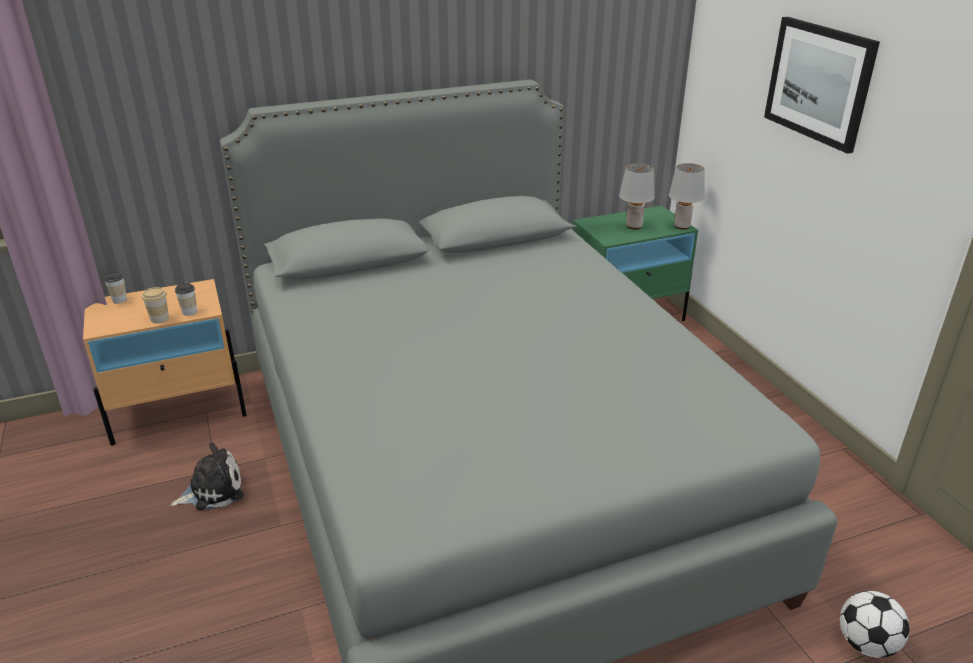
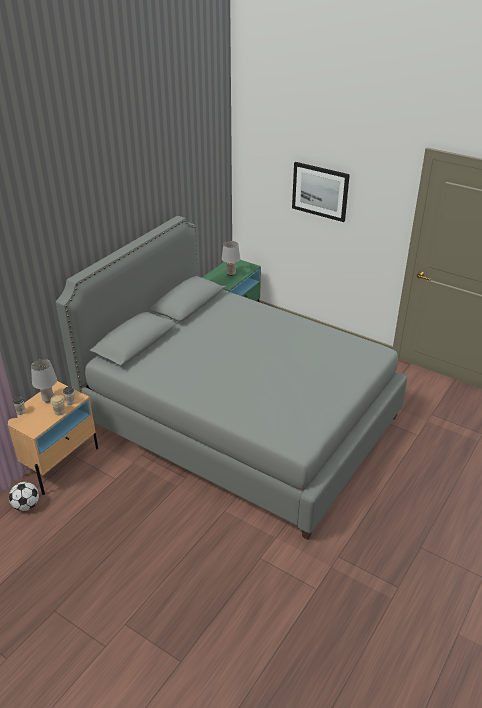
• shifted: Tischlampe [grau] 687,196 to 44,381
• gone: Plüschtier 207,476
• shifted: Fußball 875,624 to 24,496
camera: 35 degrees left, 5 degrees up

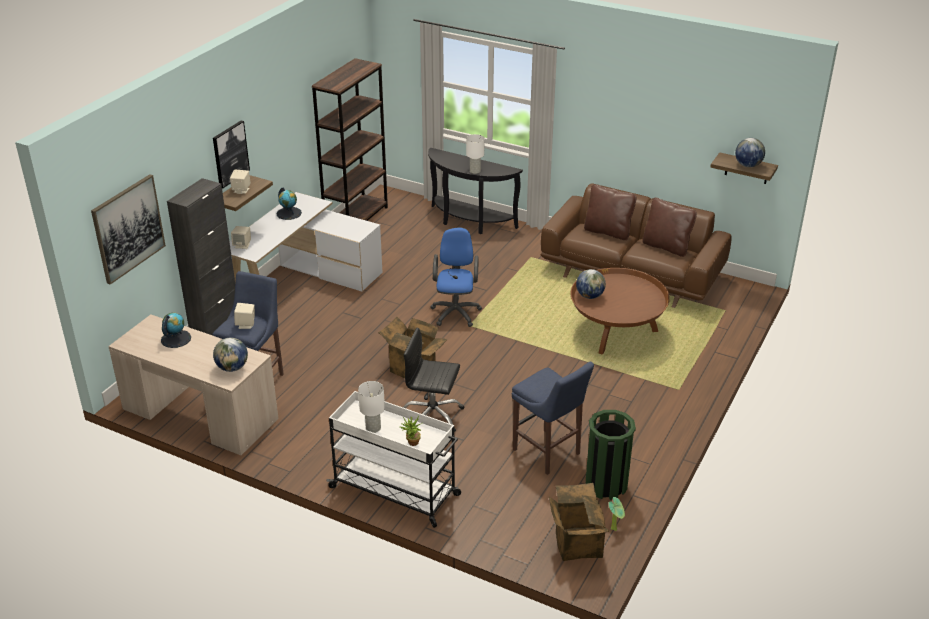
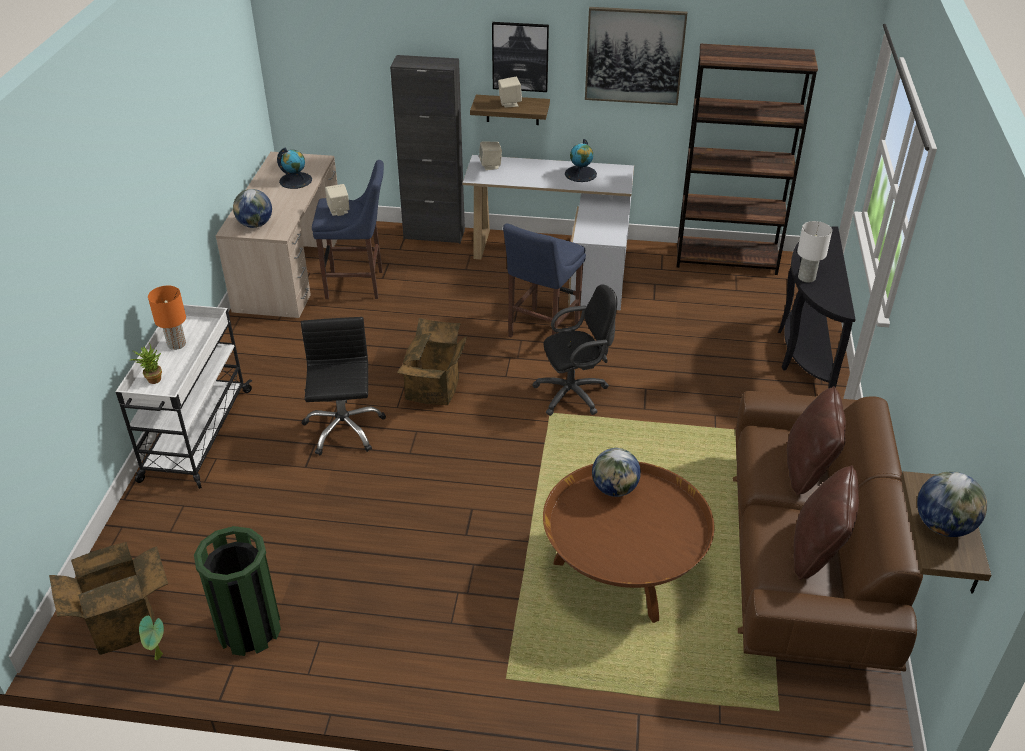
• shifted: Bild 128,229 to 636,56
• repainted: Bürostuhl [blau] 456,277 to Bürostuhl [schwarz] 574,350
• shifted: Hocker [blau] 553,418 to 544,280
• repainted: Tischlampe [weiß] 371,407 to Tischlampe [orange] 167,318
camera: 70 degrees right, 5 degrees up

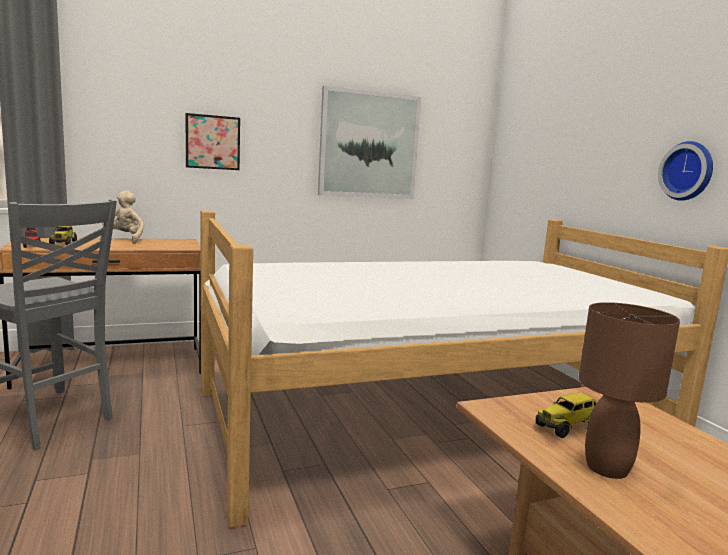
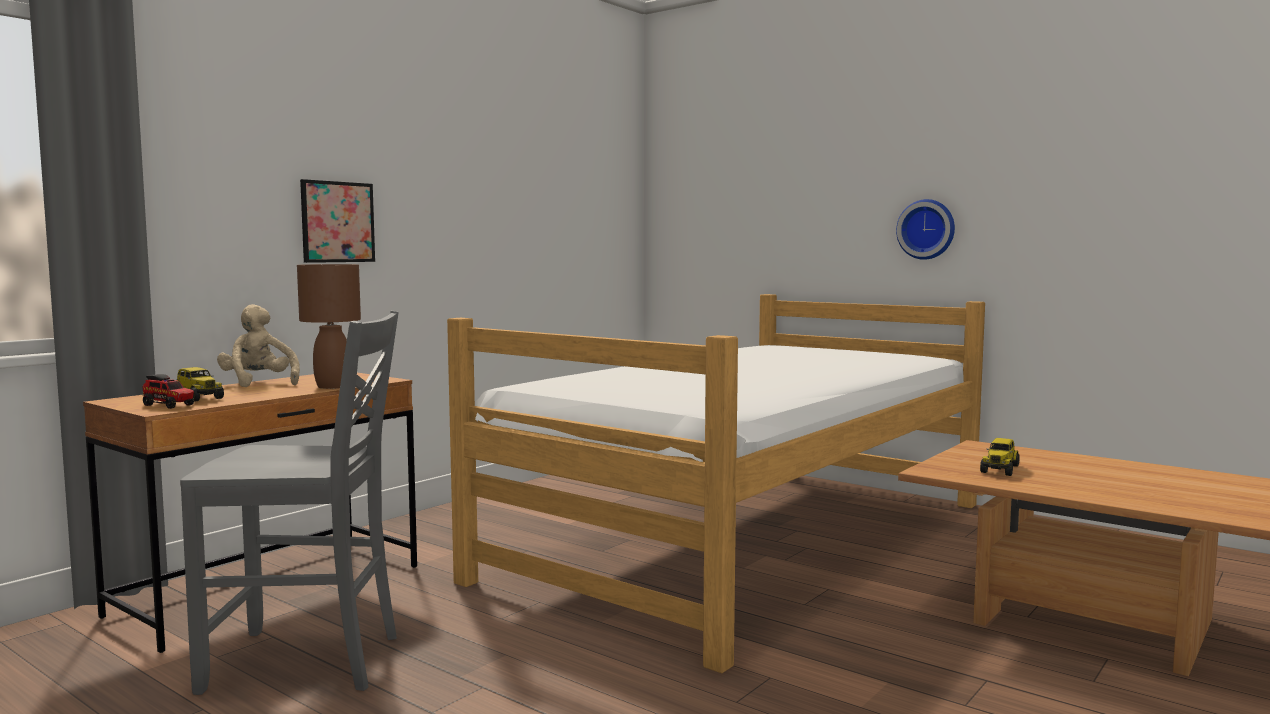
• gone: Bild 369,142
• shifted: Tischlampe [braun] 629,390 to 329,326
camera: 30 degrees left, 5 degrees down

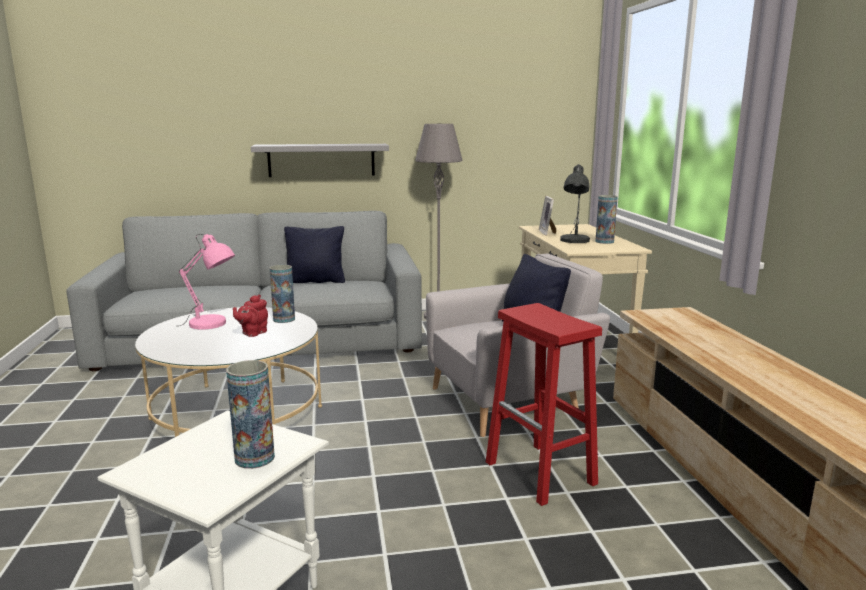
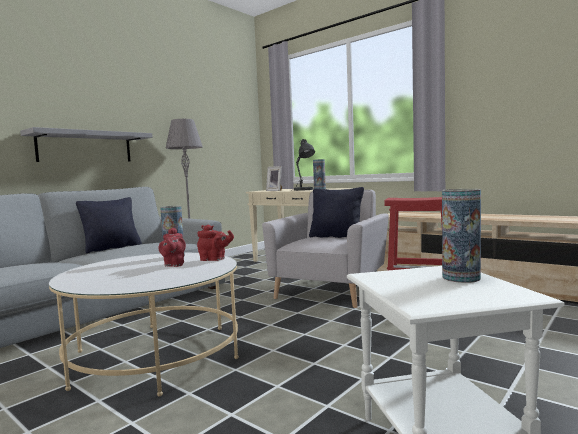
• gone: Tischlampe [rosa] 207,282
• new: Teekanne [rot] 215,243
camera: 40 degrees left, 10 degrees down

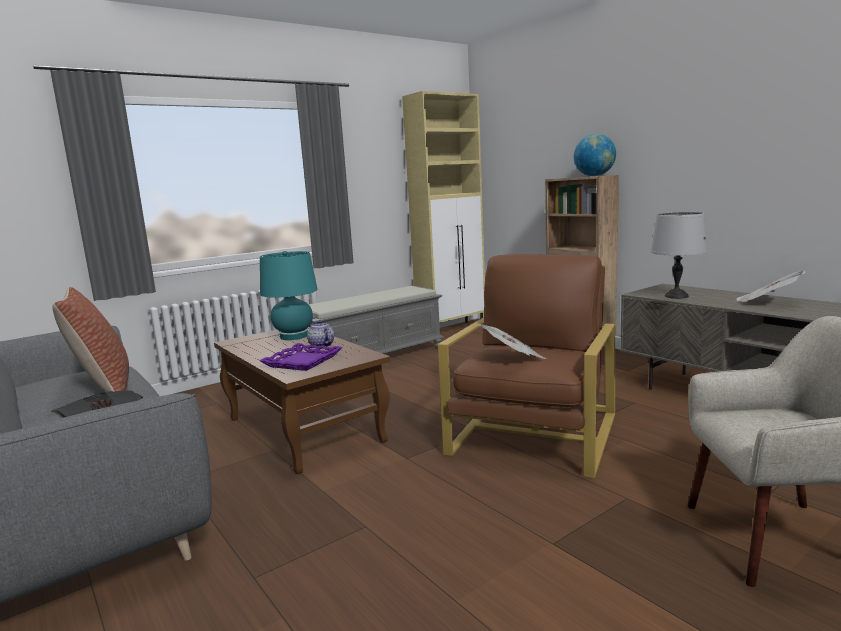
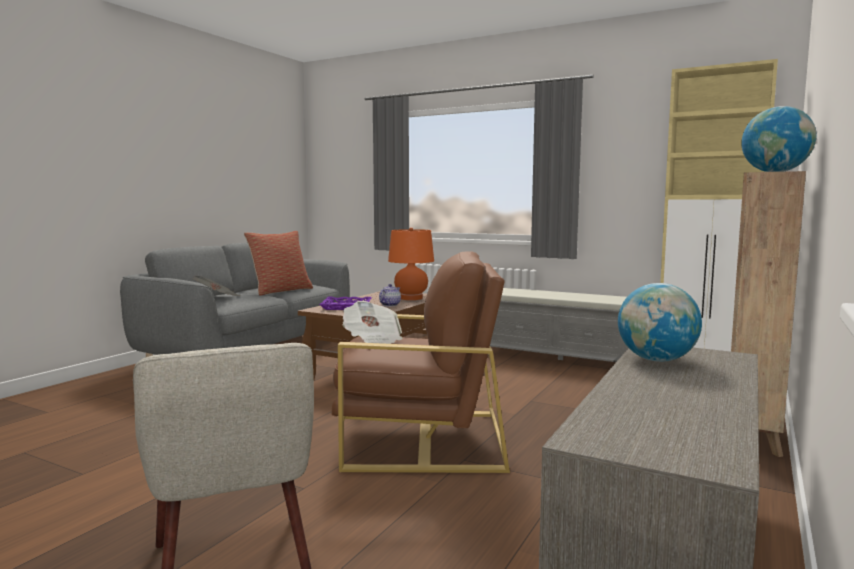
• swapped: Tischlampe [grau] 679,255 to Globus 660,322
• repainted: Tischlampe [türkis] 289,295 to Tischlampe [orange] 411,263
• gone: Zeitung 771,286
camera: 65 degrees right, 5 degrees down

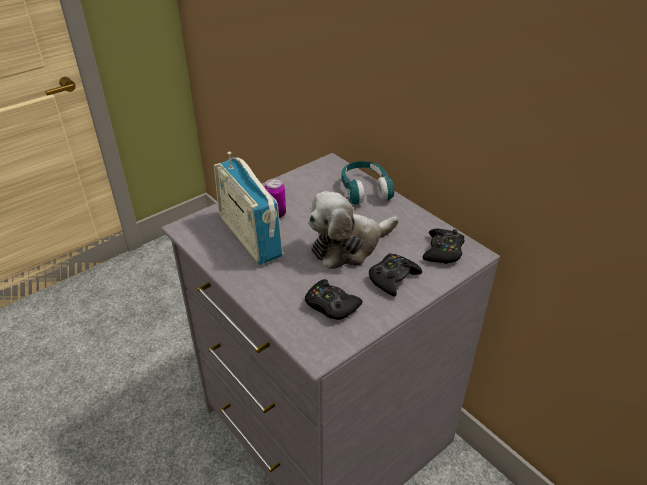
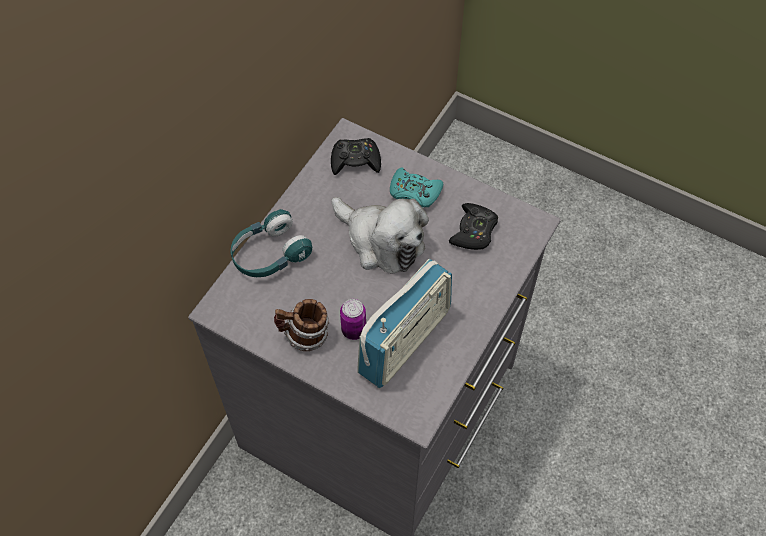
• repainted: Gamepad [schwarz] 395,275 to Gamepad [türkis] 416,187
• new: Henkelbecher 302,325
camera: 110 degrees left, 20 degrees up

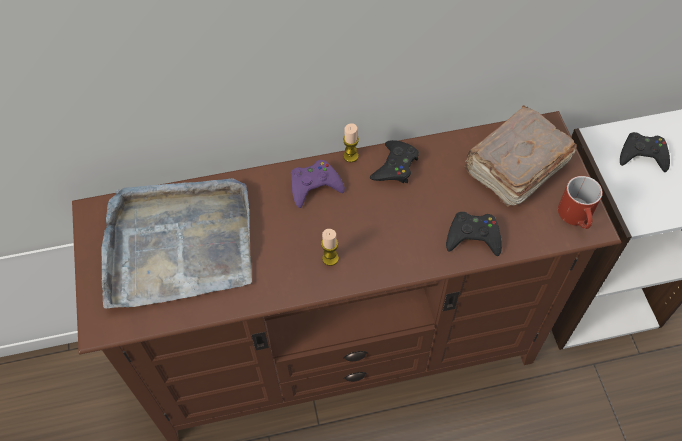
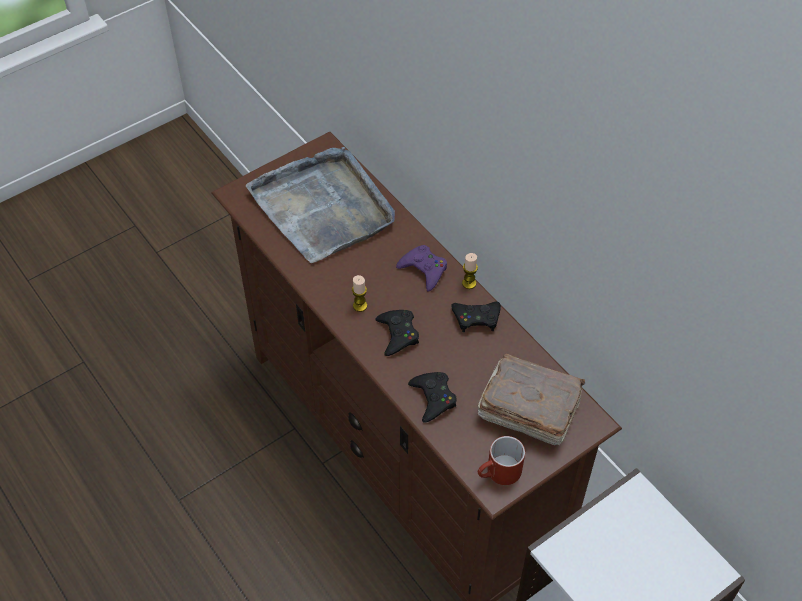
• shifted: Gamepad [schwarz] 645,152 to 397,333
camera: 65 degrees right, 5 degrees down

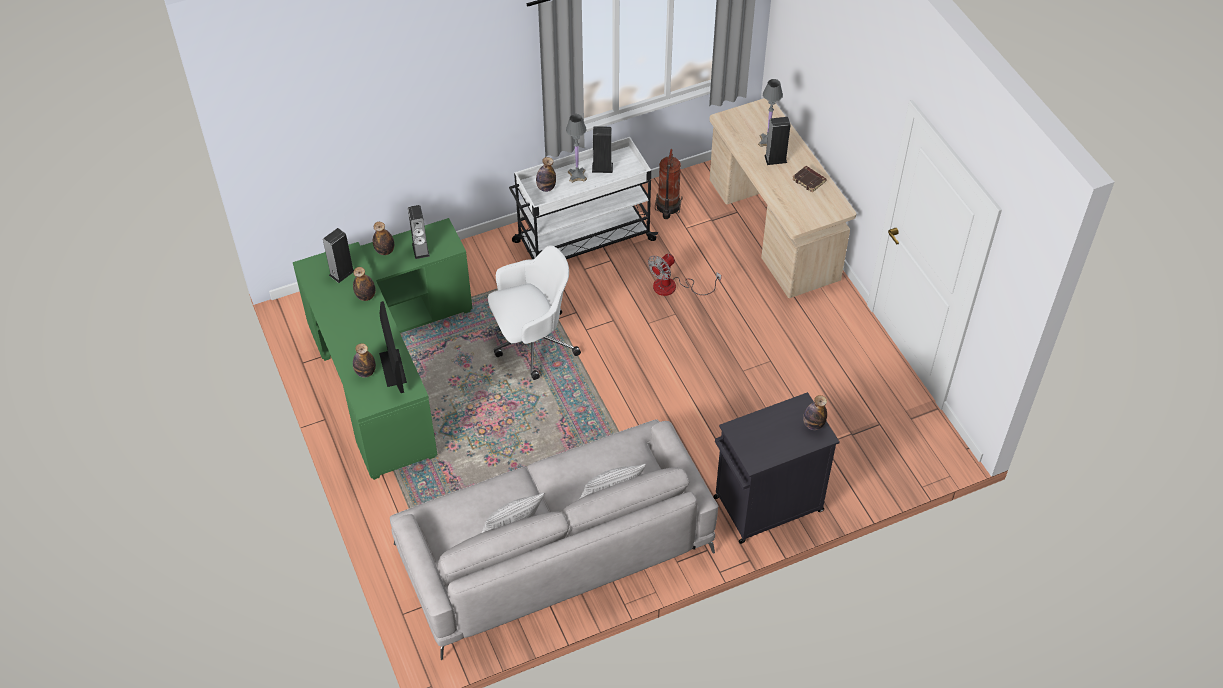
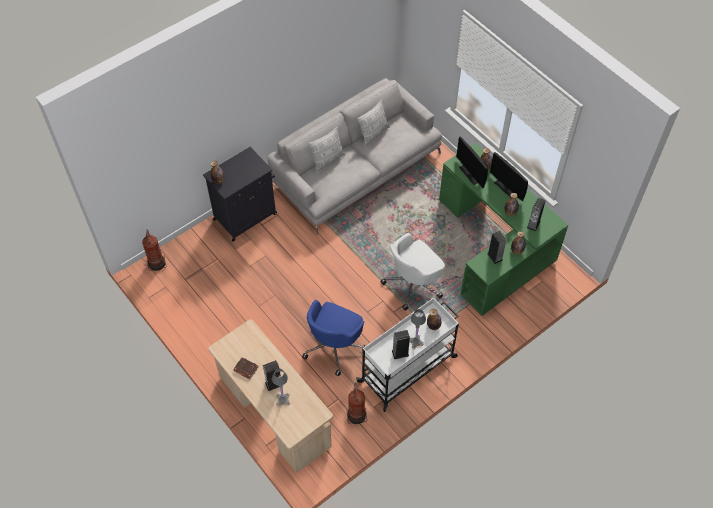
• swapped: Ventilator 684,275 to Bürostuhl [blau] 334,338
• new: Monitor 509,176
• new: Feuerlöscher 154,250
camera: 165 degrees right, 5 degrees up

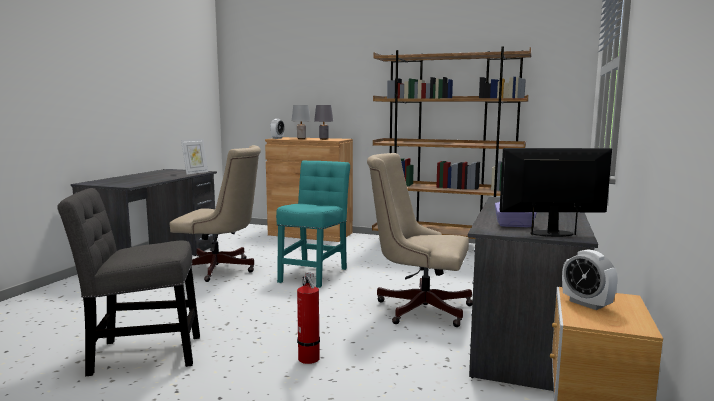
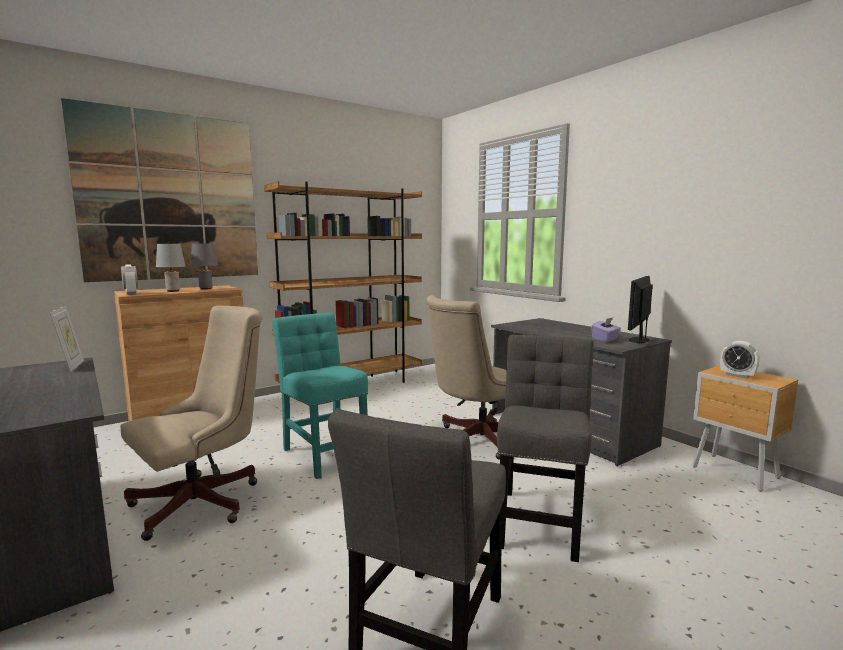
• rotated: Wecker 590,279 = 740,360 45 degrees clockwise
• swapped: Feuerlöscher 308,318 to Stuhl [grau] 545,448
• new: Bild 159,190
camera: 55 degrees left, 0 degrees up

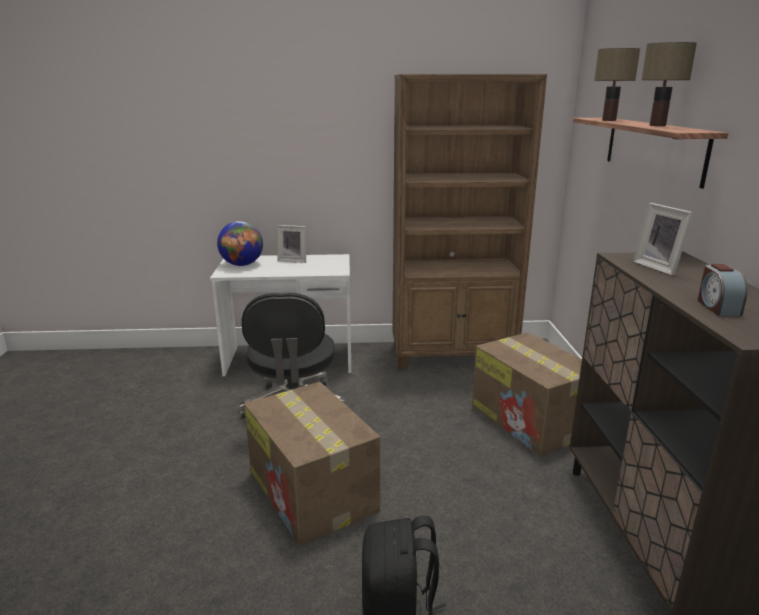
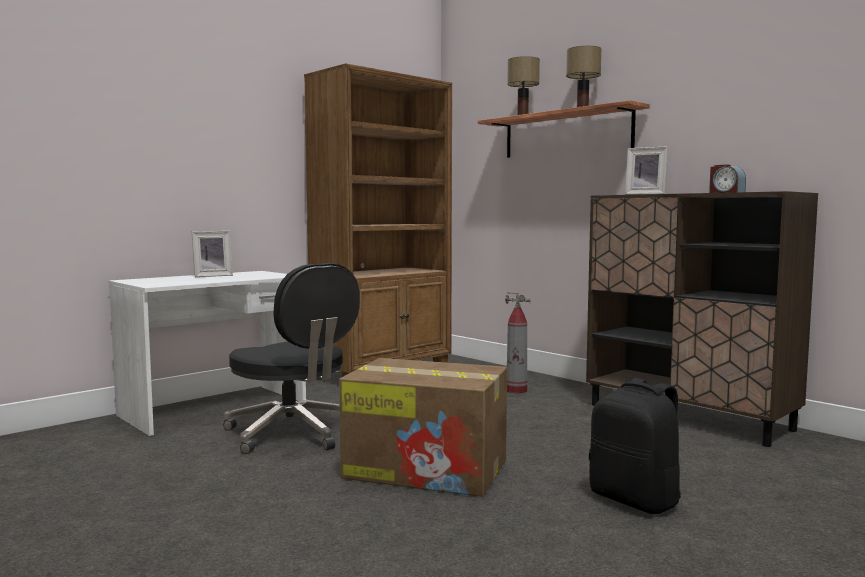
• gone: Globus 240,243
• swapped: Karton 527,394 to Feuerlöscher 518,342
camera: 40 degrees left, 15 degrees down

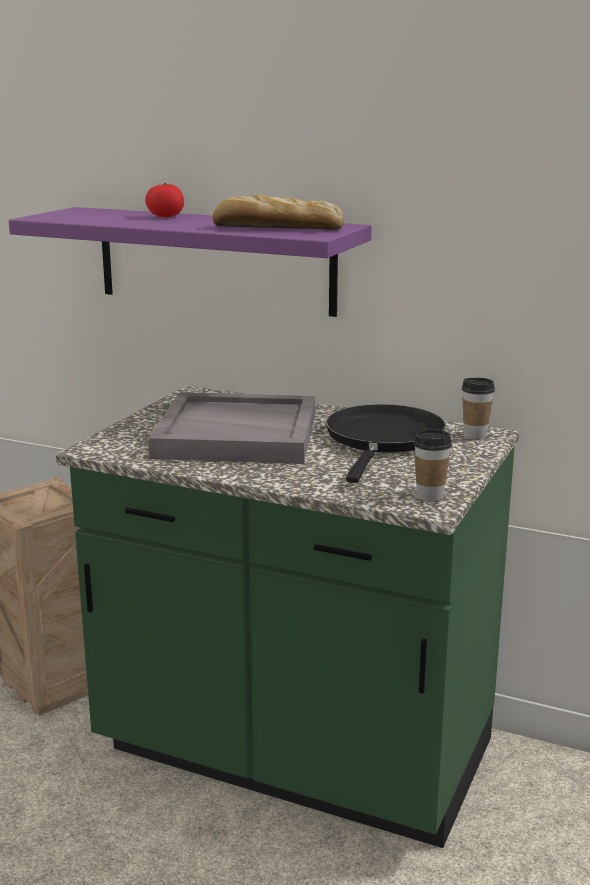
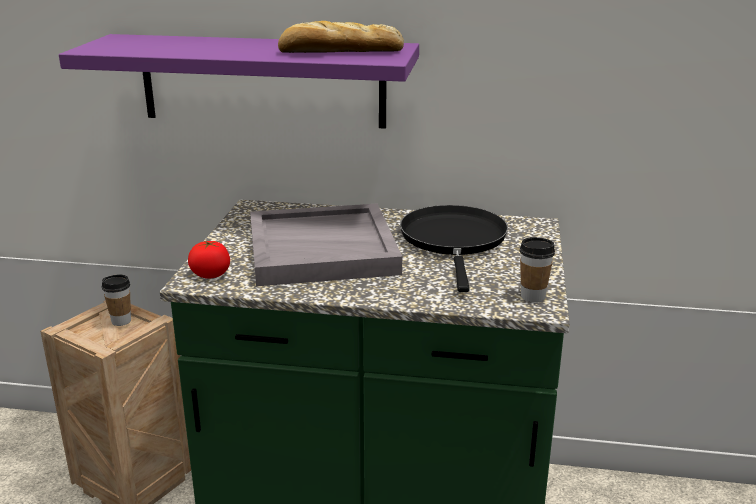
• shifted: Tomate 164,200 to 209,260
• shifted: Tasse 478,408 to 116,300
camera: 15 degrees left, 5 degrees up

